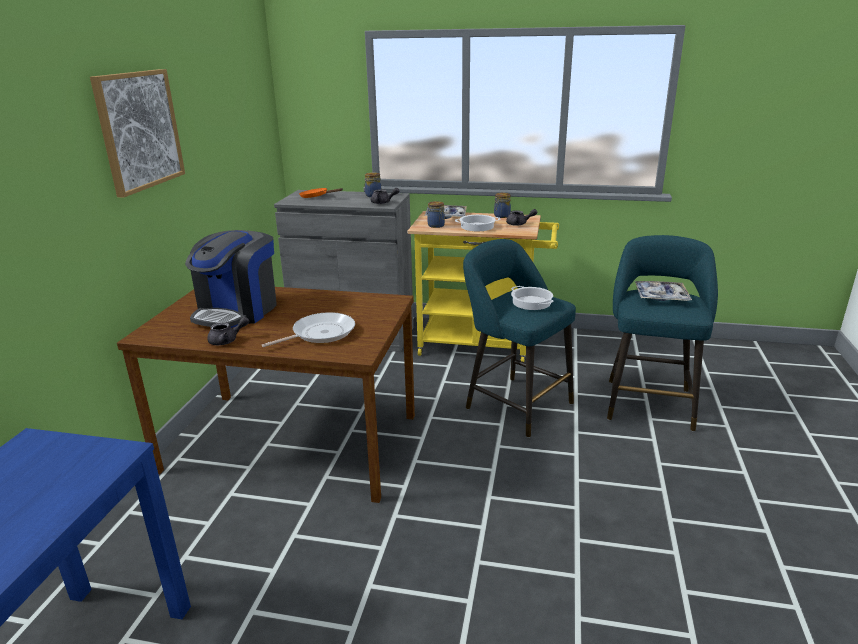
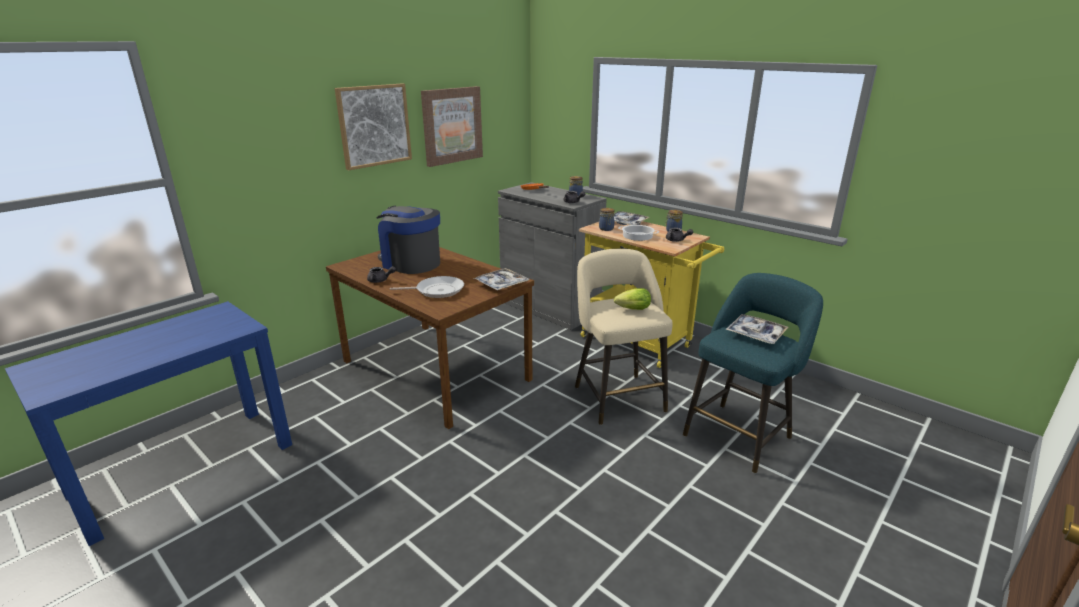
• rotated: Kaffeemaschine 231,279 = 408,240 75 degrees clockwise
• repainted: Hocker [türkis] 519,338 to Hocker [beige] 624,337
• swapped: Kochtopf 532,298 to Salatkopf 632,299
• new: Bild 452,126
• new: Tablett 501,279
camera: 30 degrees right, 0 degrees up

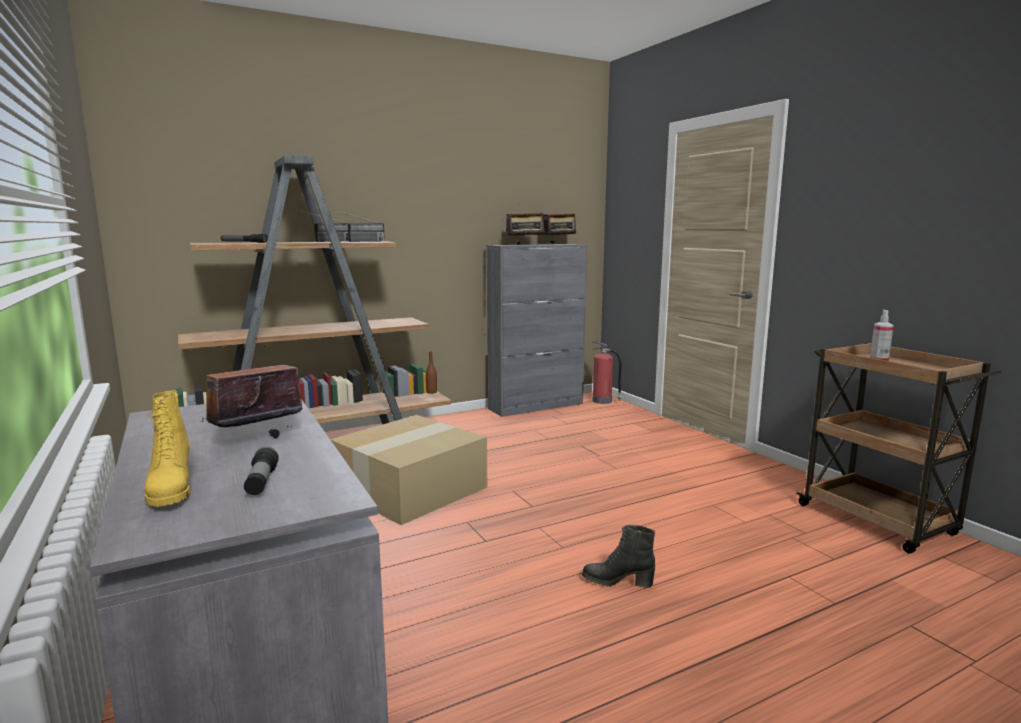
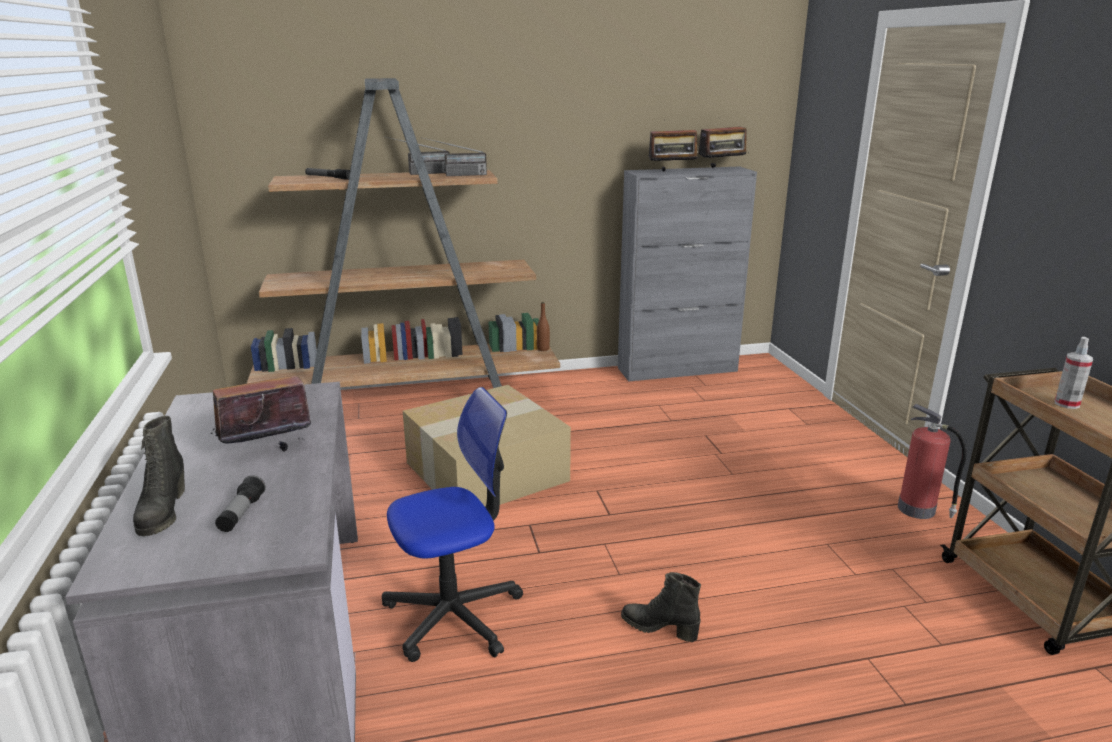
• shifted: Feuerlöscher 607,372 to 932,461
• repainted: Stiefel [gelb] 168,449 to Stiefel [schwarz] 159,476
• new: Bürostuhl 452,524
camera: 15 degrees right, 10 degrees up

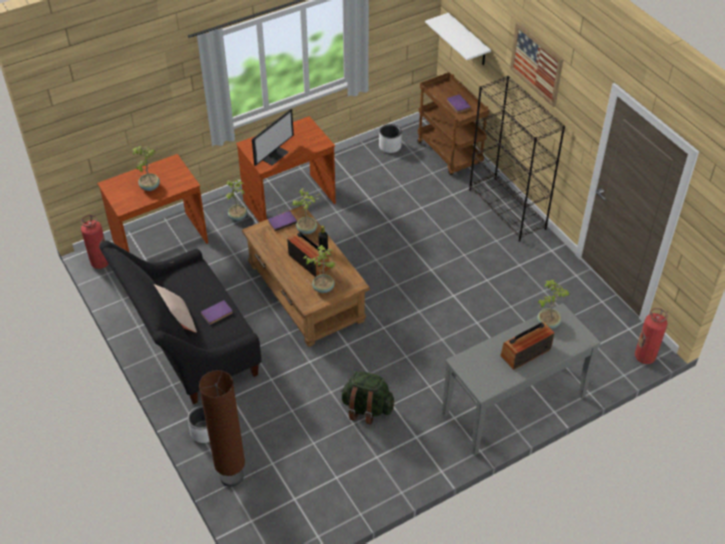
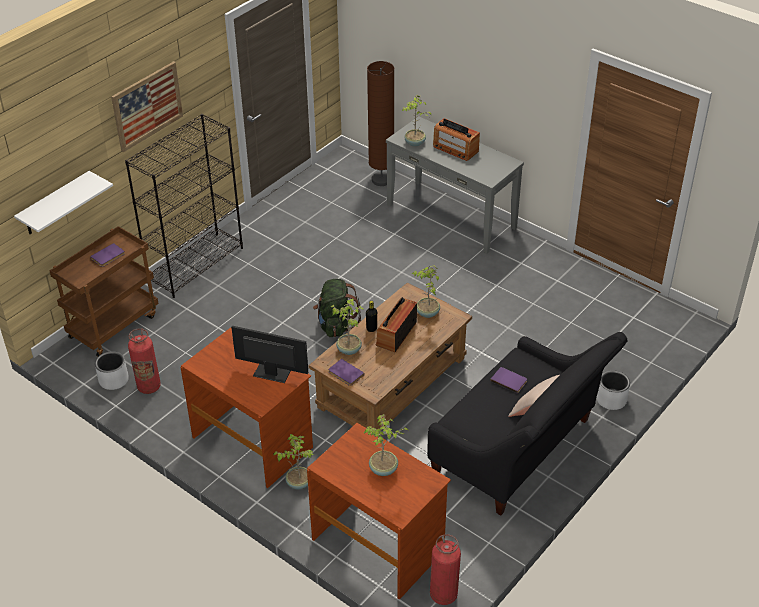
• shifted: Feuerlöscher 651,336 to 144,361
• shifted: Stehlampe [braun] 222,428 to 380,123
• shifted: Rucksack [grün] 367,397 to 337,308
camera: 110 degrees left, 5 degrees down

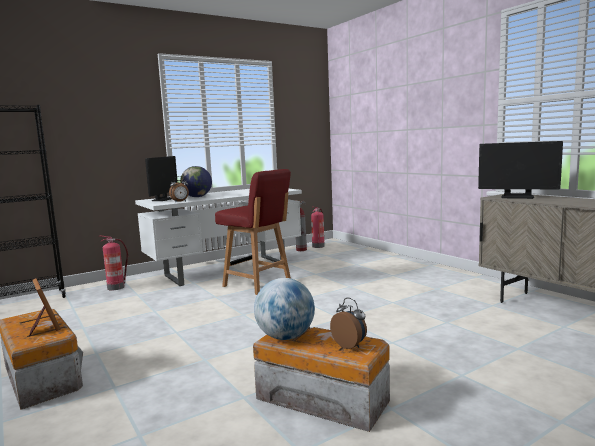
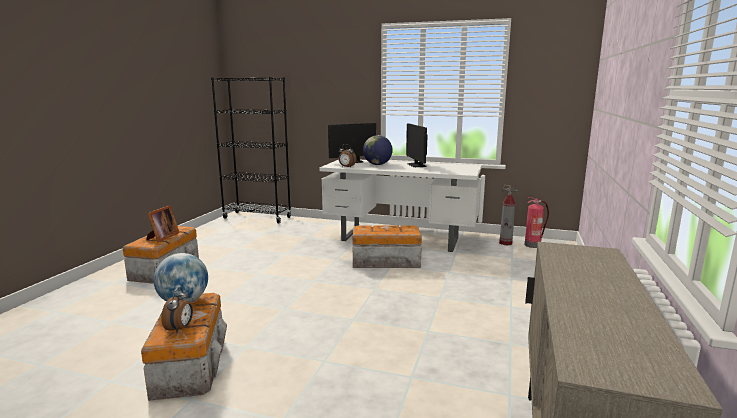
• shifted: Monitor 520,170 to 417,145
• swapped: Stuhl [rot] 253,232 to Aufbewahrungsbox 387,246
• gone: Feuerlöscher 114,263
camera: 50 degrees right, 5 degrees up

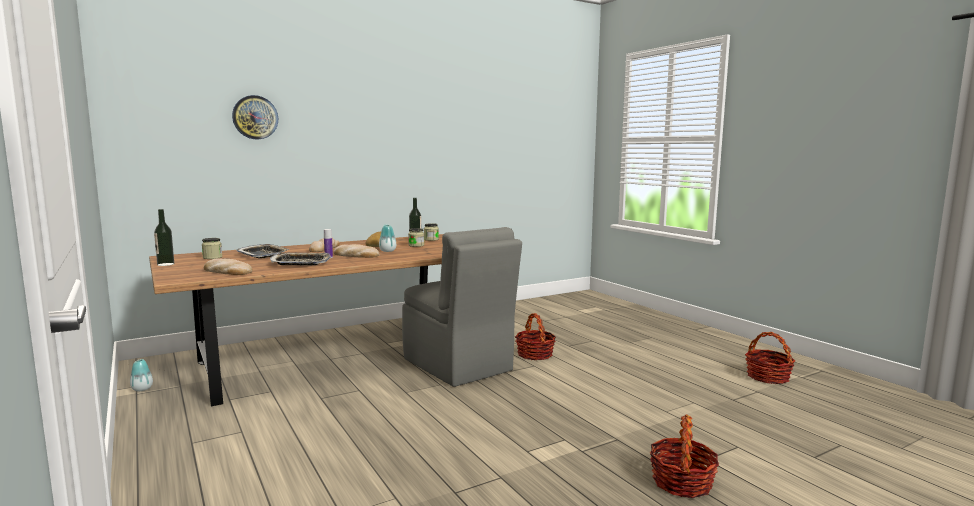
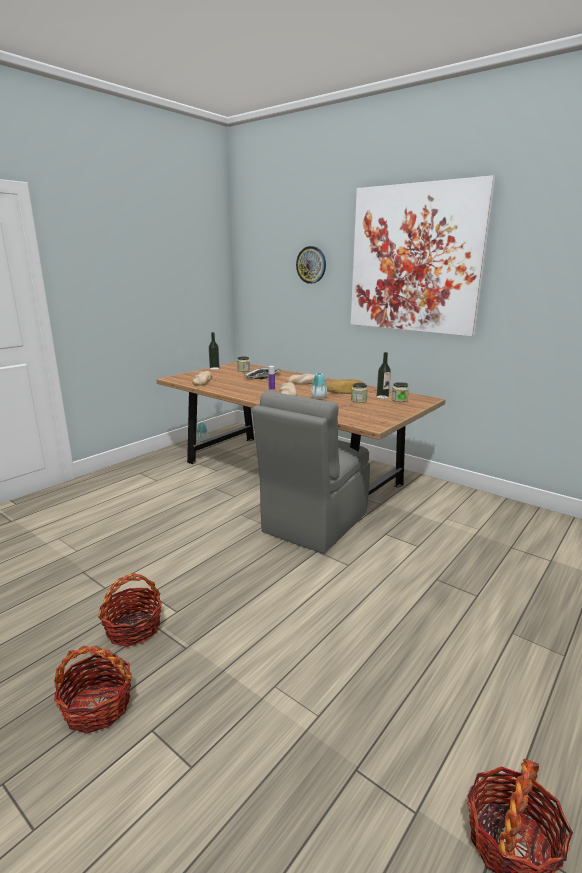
• gone: Tablett 300,259
• shifted: Korb 535,336 to 130,610
• new: Bild 423,255
camera: 70 degrees right, 10 degrees up

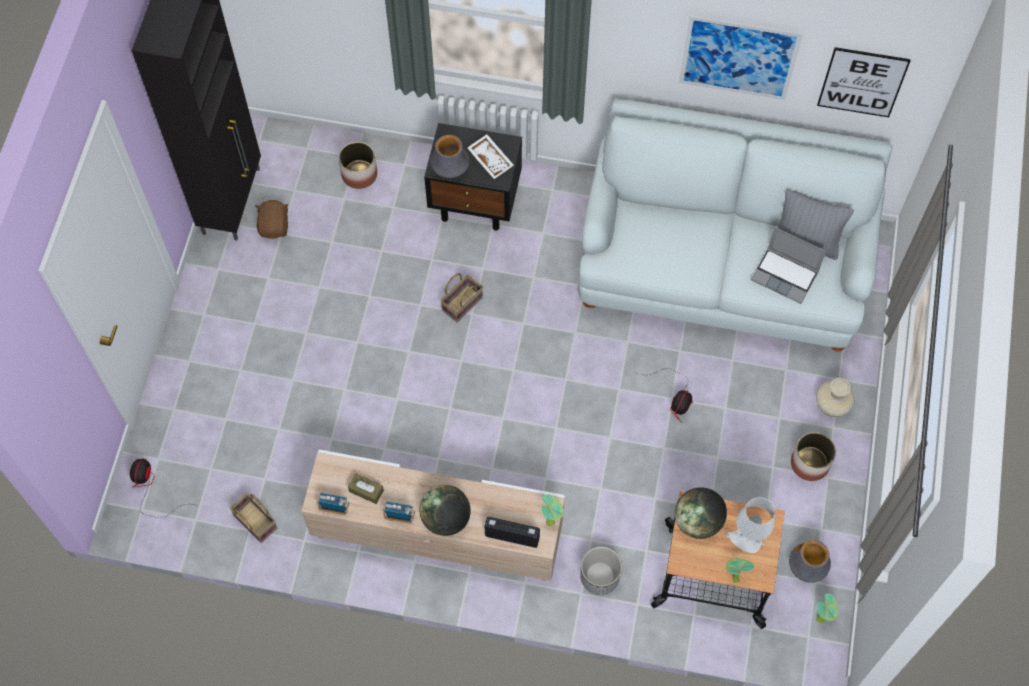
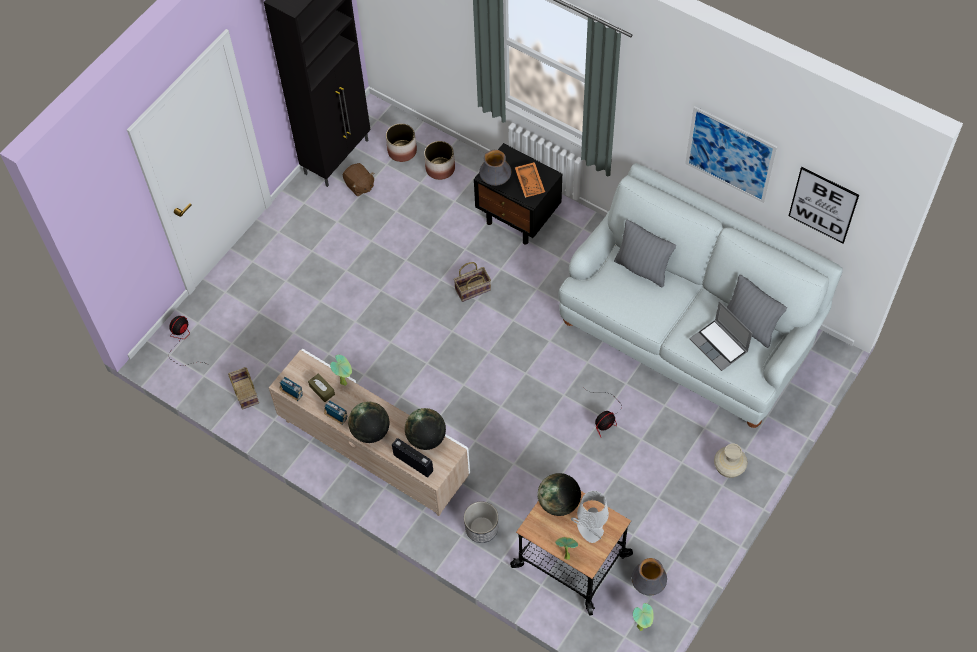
• repainted: Tablett [weiß] 490,156 to Tablett [orange] 530,180
• rotated: Plüschtier [braun] 271,219 = 358,179 120 degrees clockwise
• shifted: Pflanzkübel 813,456 to 401,142
• shifted: Topfpflanze 552,510 to 341,370
• new: Kissen [grau] 645,253
• new: Globus 425,429
camera: 25 degrees right, 5 degrees down

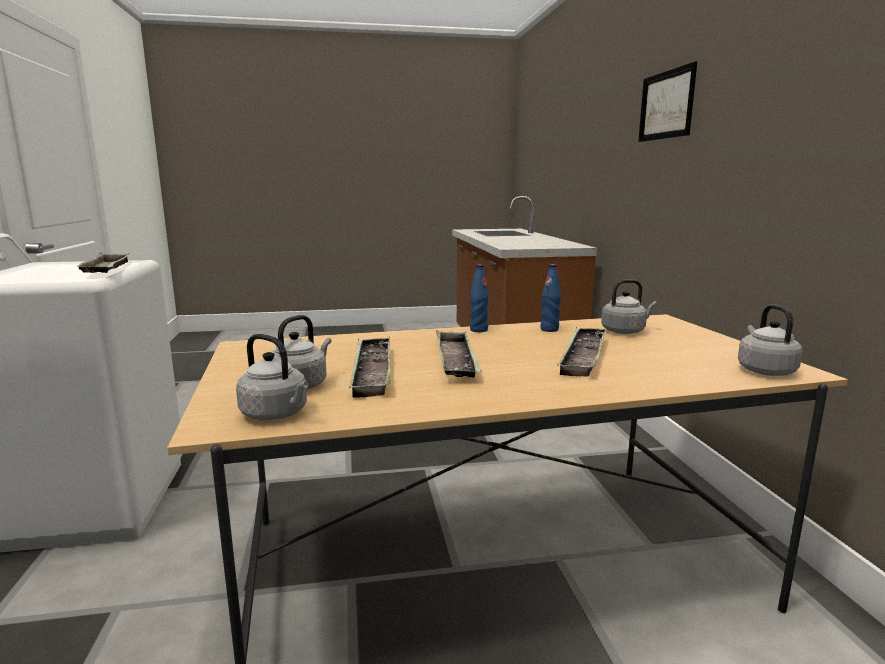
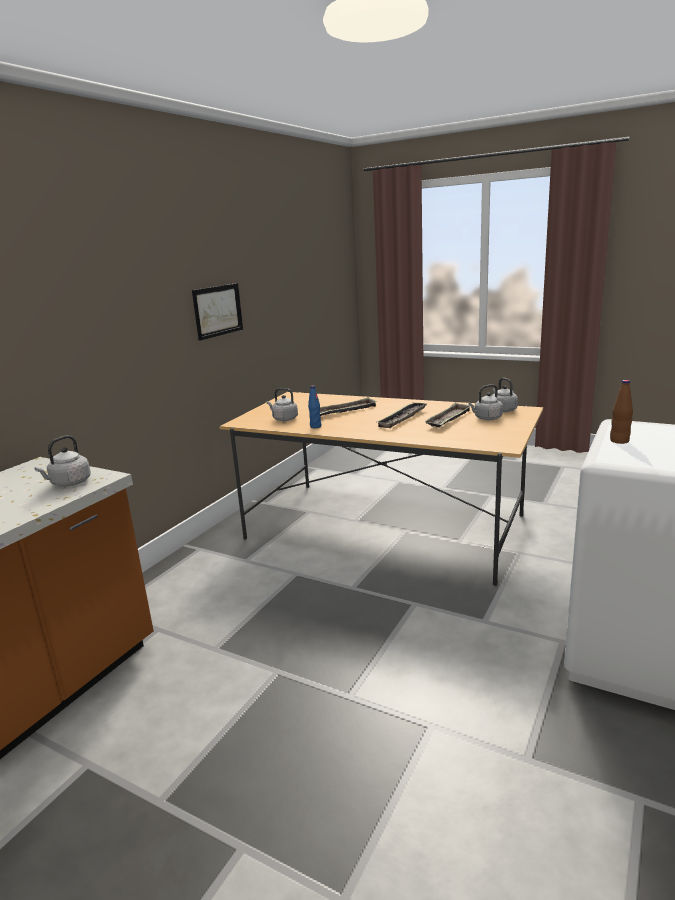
• shifted: Bild 667,101 to 217,312
• swapped: Tablett 102,263 to Flasche [braun] 621,412
• gone: Flasche [blau] 479,298
• shifted: Wasserkessel [grau] 770,340 to 62,461
camera: 140 degrees left, 5 degrees up

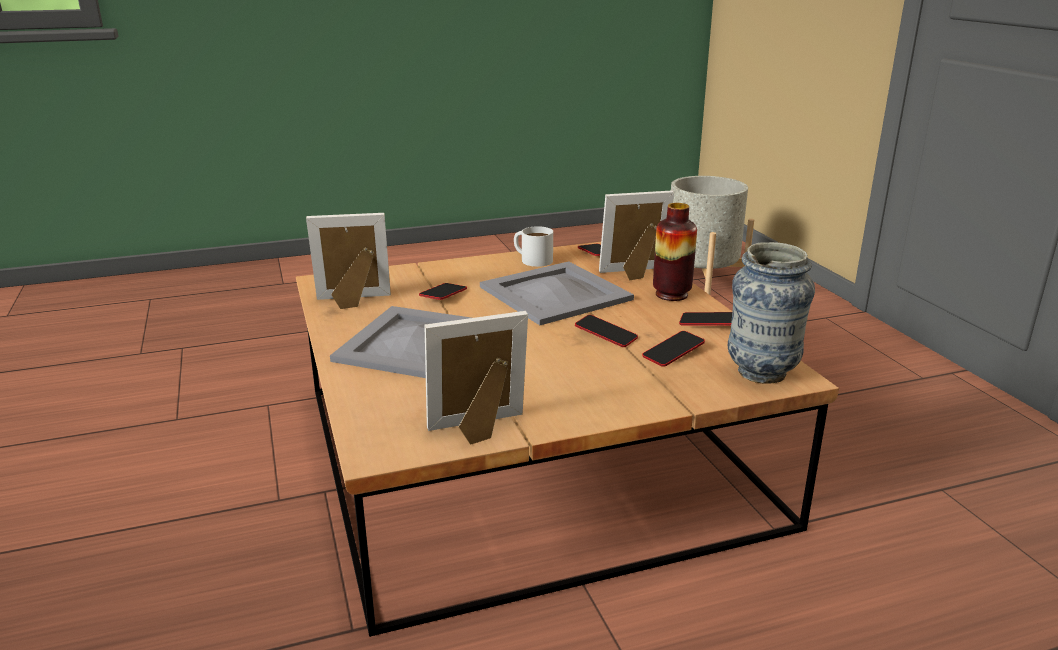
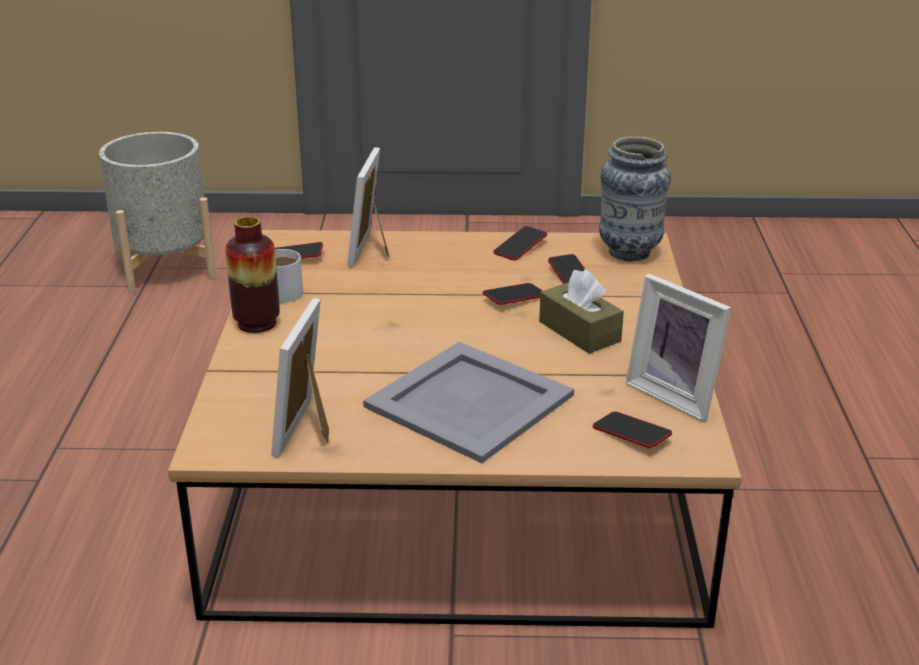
• shifted: Vase 675,252 to 252,274
• gone: Tablett [grau] 557,293
• shifted: Handy 443,291 to 632,429
• rotated: Bilderrahmen 476,378 = 678,348 45 degrees counterclockwise
• new: Taschentuchbox [braun] 581,311
camera: 70 degrees left, 5 degrees up

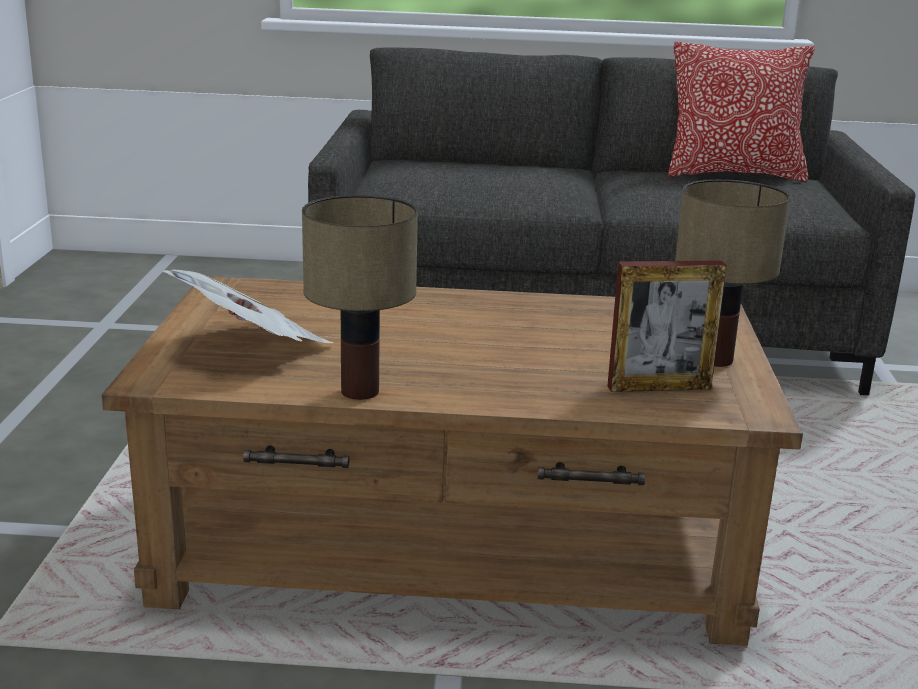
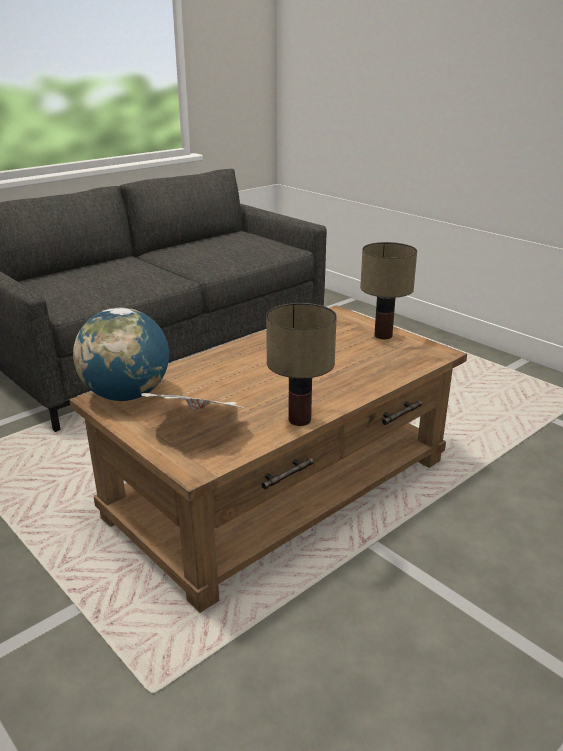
• gone: Kissen 741,112
• gone: Bilderrahmen 667,326
• new: Globus 121,354
camera: 45 degrees left, 5 degrees up

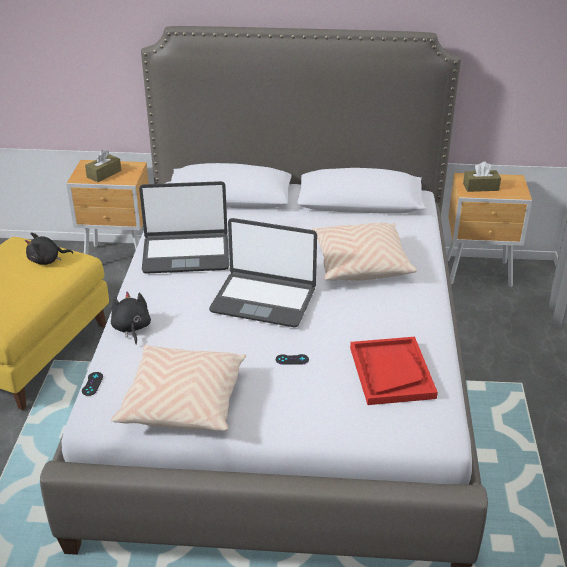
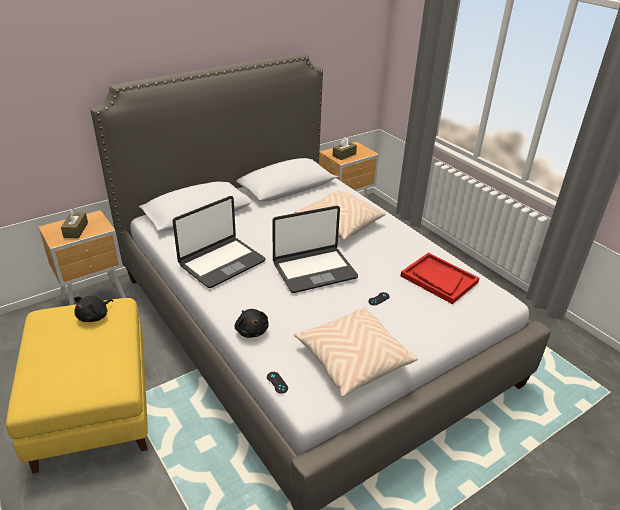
• rotated: Plüschtier [schwarz] 131,318 = 251,323 150 degrees counterclockwise
camera: 40 degrees left, 0 degrees up

